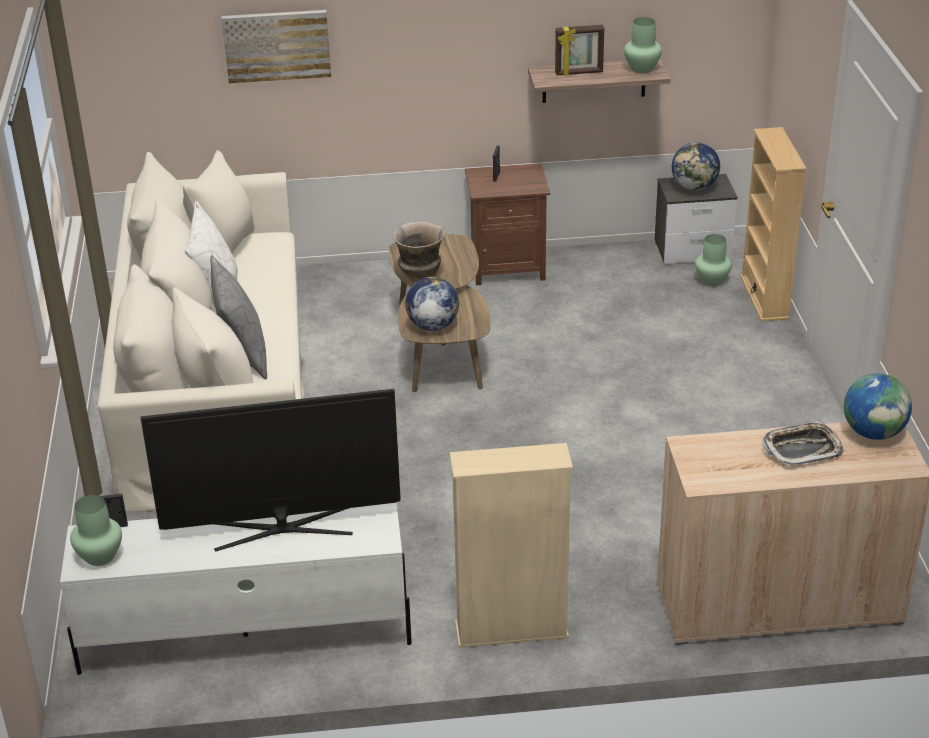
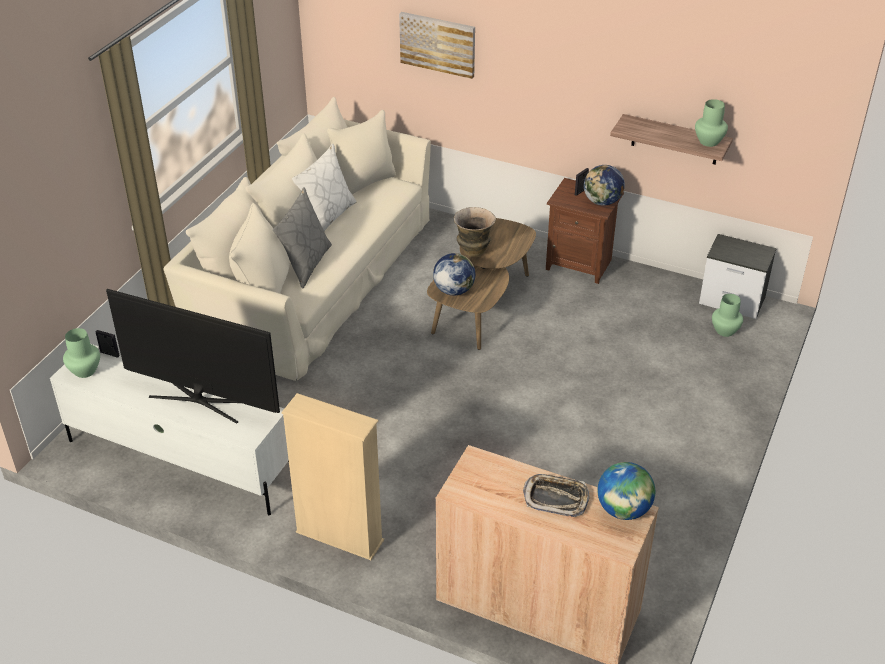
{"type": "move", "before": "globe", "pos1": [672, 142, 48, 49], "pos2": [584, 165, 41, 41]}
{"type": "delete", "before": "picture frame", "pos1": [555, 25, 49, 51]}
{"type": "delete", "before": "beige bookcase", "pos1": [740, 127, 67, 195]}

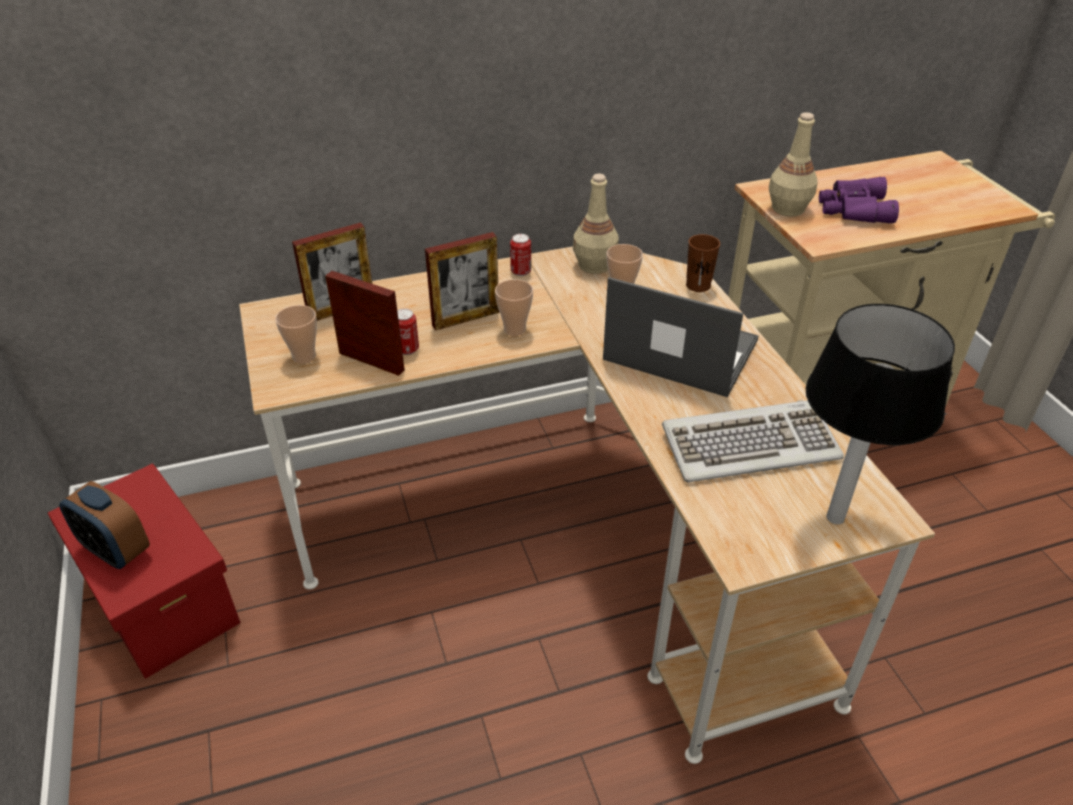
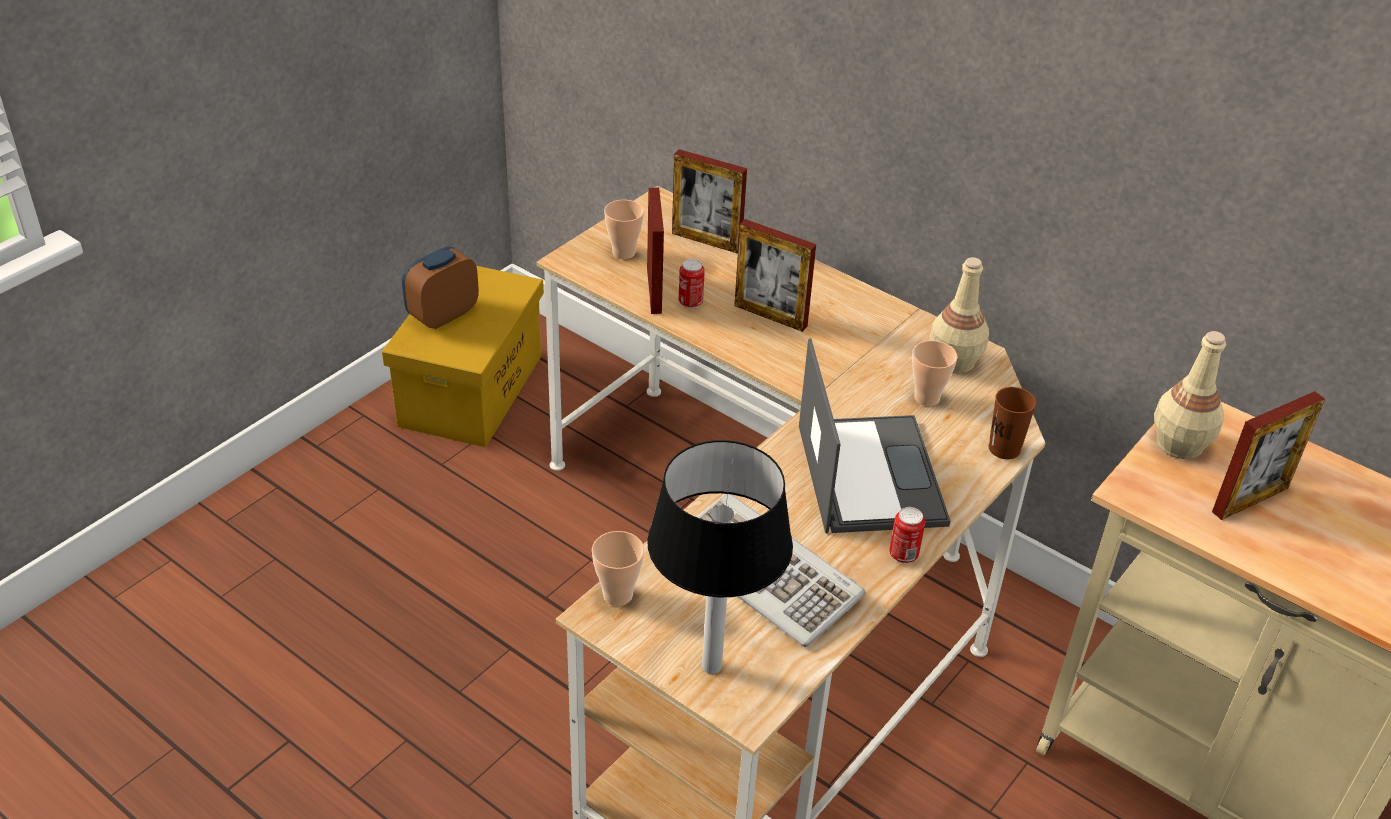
{"type": "recolor", "before": "red storage box", "after": "yellow storage box", "pos1": [48, 464, 193, 215], "pos2": [382, 266, 162, 181]}
{"type": "rotate", "before": "alarm clock", "pos1": [59, 481, 91, 88], "pos2": [402, 246, 77, 83], "turn": 45}
{"type": "move", "before": "cup", "pos1": [495, 279, 38, 57], "pos2": [592, 531, 52, 75]}
{"type": "move", "before": "can", "pos1": [510, 234, 21, 42], "pos2": [889, 507, 36, 56]}
{"type": "replace", "before": "purple binoculars", "after": "picture frame", "pos1": [819, 177, 80, 46], "pos2": [1212, 391, 113, 129]}

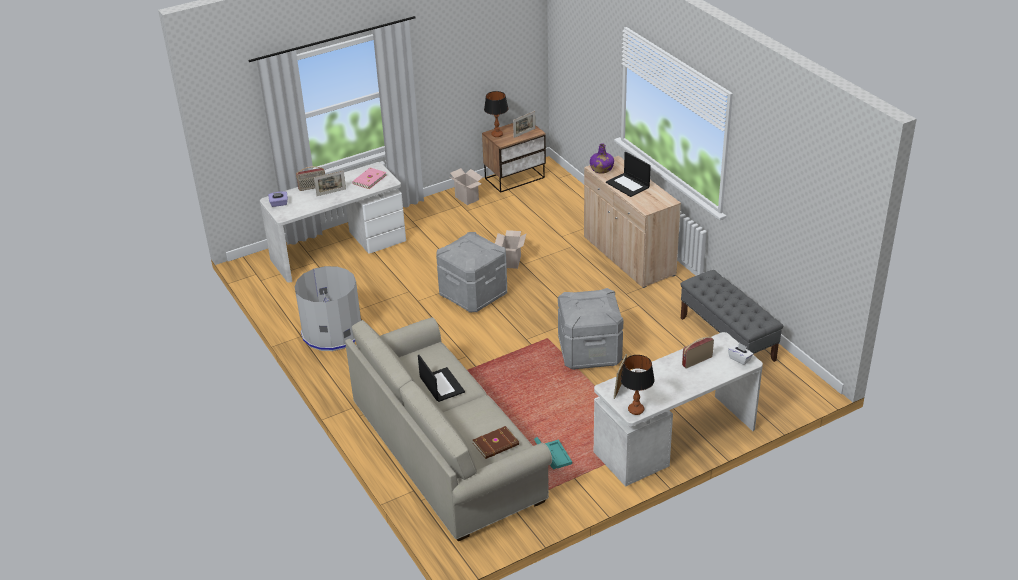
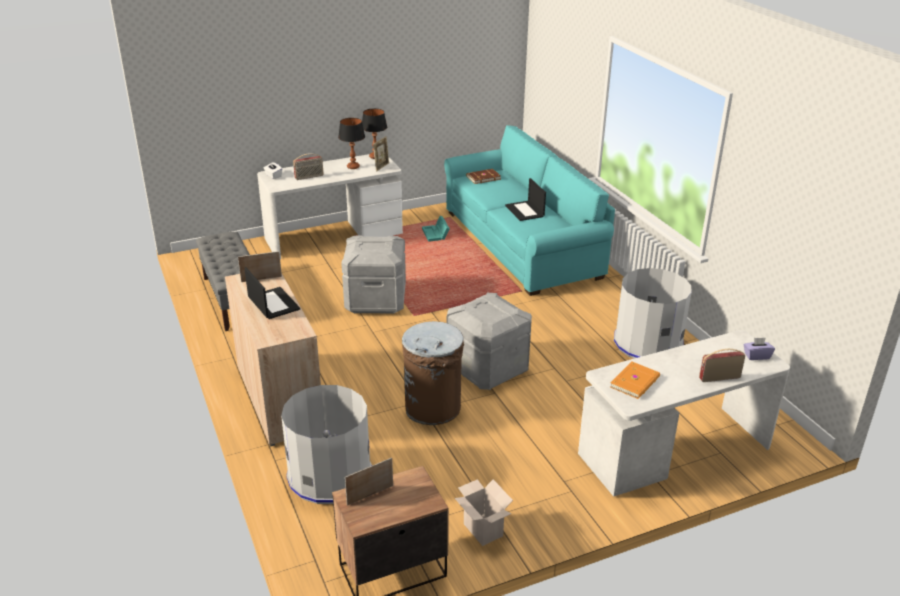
{"type": "move", "before": "picture frame", "pos1": [314, 170, 32, 26], "pos2": [238, 251, 44, 31]}
{"type": "insert", "after": "grey trash can", "pos2": [281, 385, 91, 119]}
{"type": "move", "before": "table lamp", "pos1": [484, 91, 24, 46], "pos2": [338, 118, 27, 51]}
{"type": "replace", "before": "cardboard box", "after": "brown trash can", "pos1": [495, 230, 32, 39], "pos2": [402, 321, 62, 104]}
{"type": "recolor", "before": "beige sofa", "after": "turquoise sofa", "pos1": [345, 317, 207, 224], "pos2": [444, 125, 171, 171]}
{"type": "recolor", "before": "pink book", "after": "orange book", "pos1": [352, 167, 35, 22], "pos2": [610, 362, 50, 37]}
{"type": "delete", "before": "purple bottle", "pos1": [590, 144, 24, 30]}

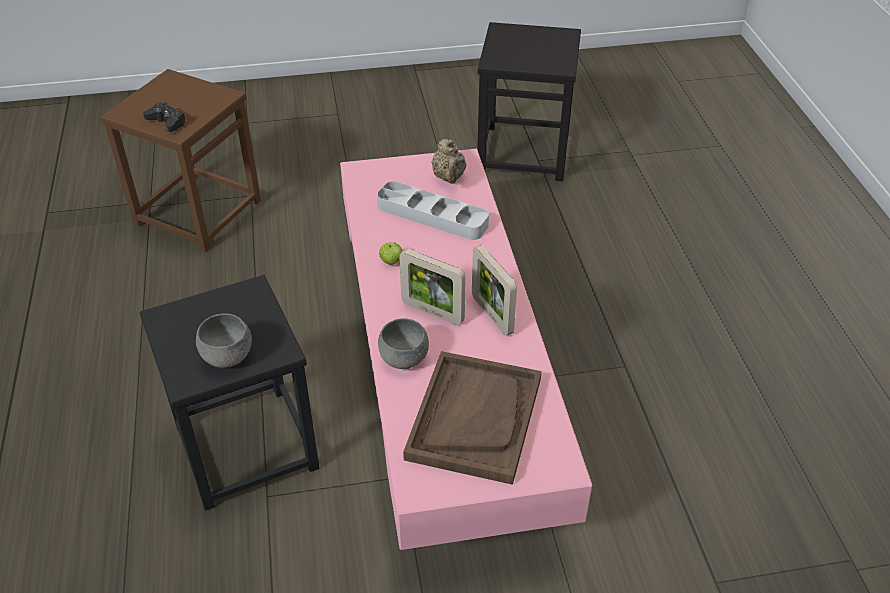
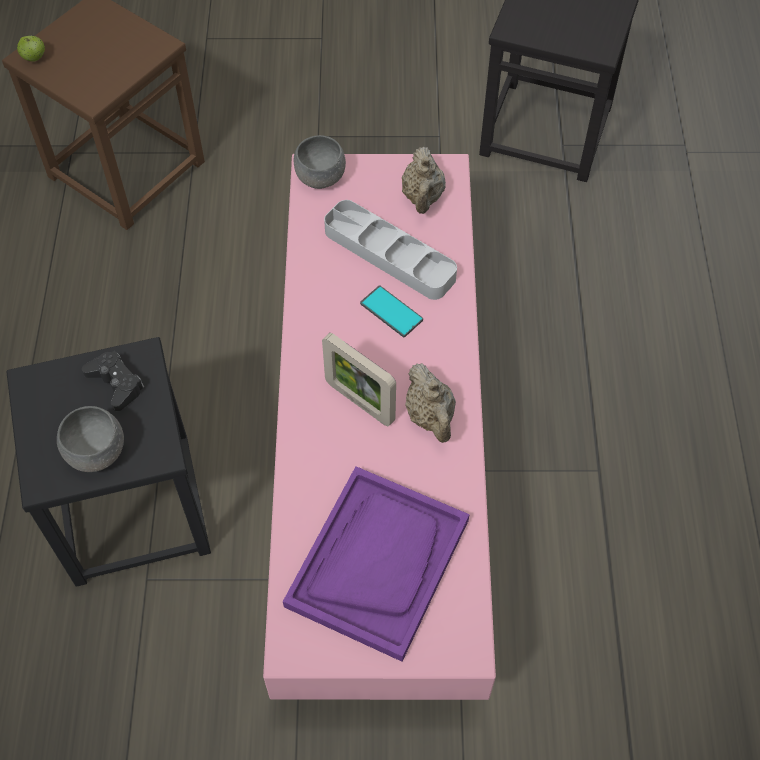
{"type": "move", "before": "apple", "pos1": [379, 242, 24, 23], "pos2": [17, 35, 28, 27]}
{"type": "move", "before": "black game controller", "pos1": [143, 102, 43, 30], "pos2": [82, 351, 62, 60]}
{"type": "recolor", "before": "brown tray", "after": "purple tray", "pos1": [403, 351, 139, 134], "pos2": [283, 466, 187, 196]}
{"type": "move", "before": "grey bowl", "pos1": [378, 318, 51, 51], "pos2": [294, 135, 52, 54]}
{"type": "insert", "after": "phone", "pos2": [360, 285, 63, 52]}
{"type": "replace", "before": "picture frame", "after": "beige teapot", "pos1": [472, 245, 45, 91], "pos2": [405, 363, 51, 80]}

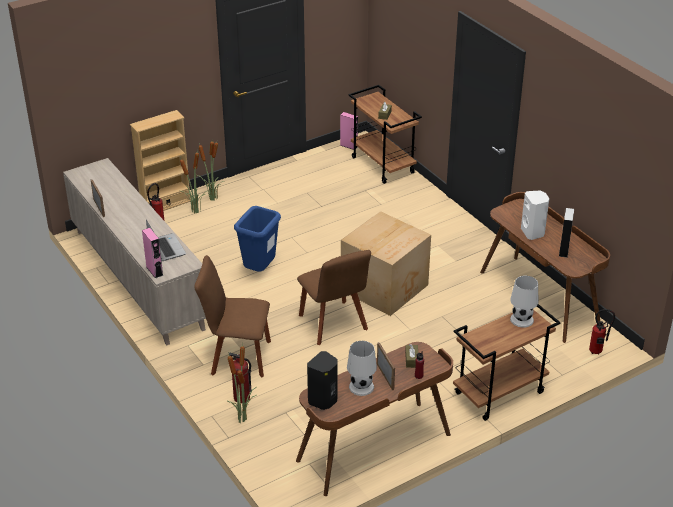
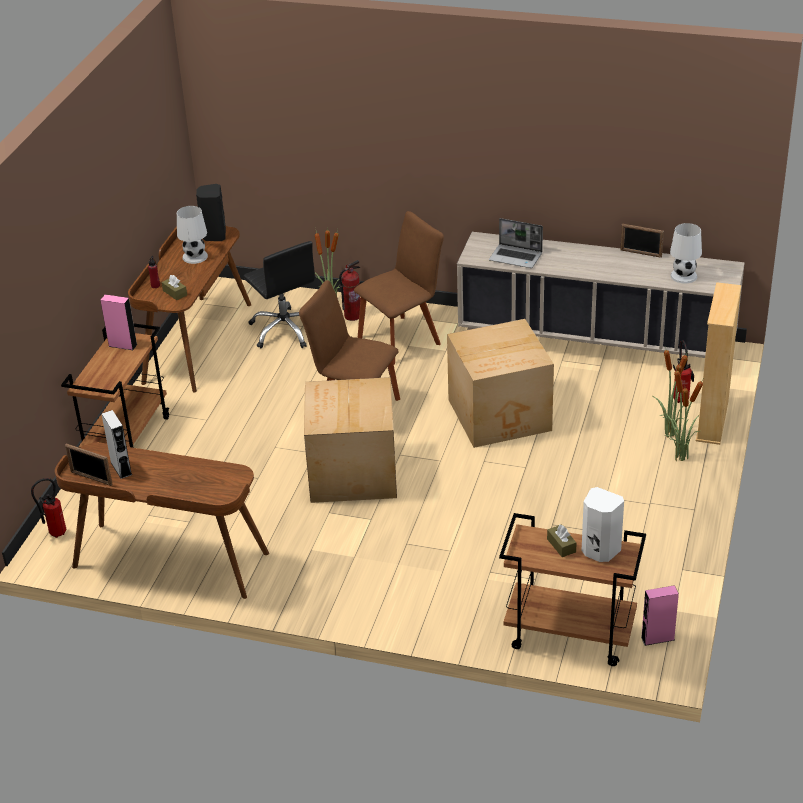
{"type": "move", "before": "picture frame", "pos1": [377, 342, 18, 48], "pos2": [65, 443, 48, 43]}
{"type": "move", "before": "pink speaker", "pos1": [142, 228, 21, 50], "pos2": [100, 295, 37, 55]}
{"type": "insert", "after": "black office chair", "pos2": [243, 241, 72, 107]}
{"type": "replace", "before": "blue trash can", "after": "cardboard box", "pos1": [234, 206, 47, 65], "pos2": [447, 319, 107, 129]}
{"type": "move", "before": "white speaker", "pos1": [521, 190, 28, 50], "pos2": [582, 487, 42, 75]}
{"type": "move", "before": "white table lamp", "pos1": [510, 276, 28, 52], "pos2": [670, 223, 32, 60]}

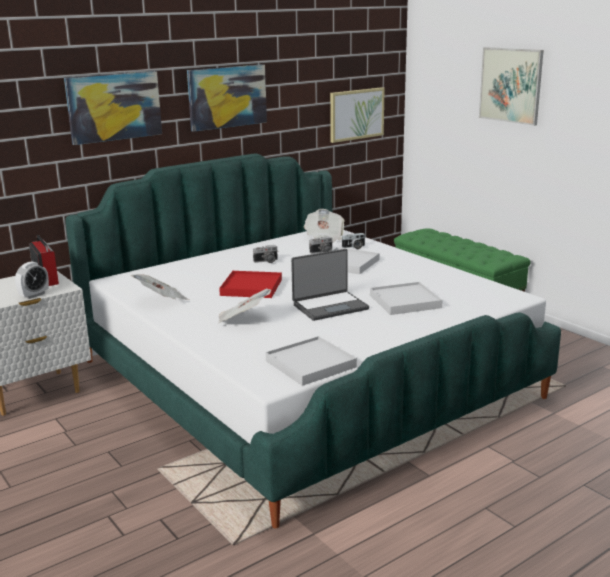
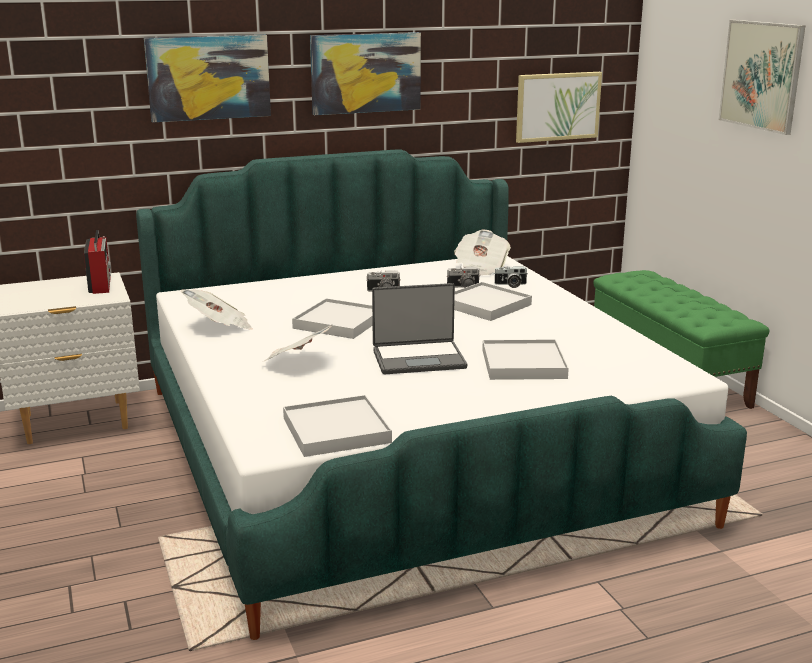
{"type": "recolor", "before": "red tray", "after": "white tray", "pos1": [219, 271, 63, 27], "pos2": [292, 298, 81, 41]}
{"type": "delete", "before": "alarm clock", "pos1": [15, 261, 34, 38]}

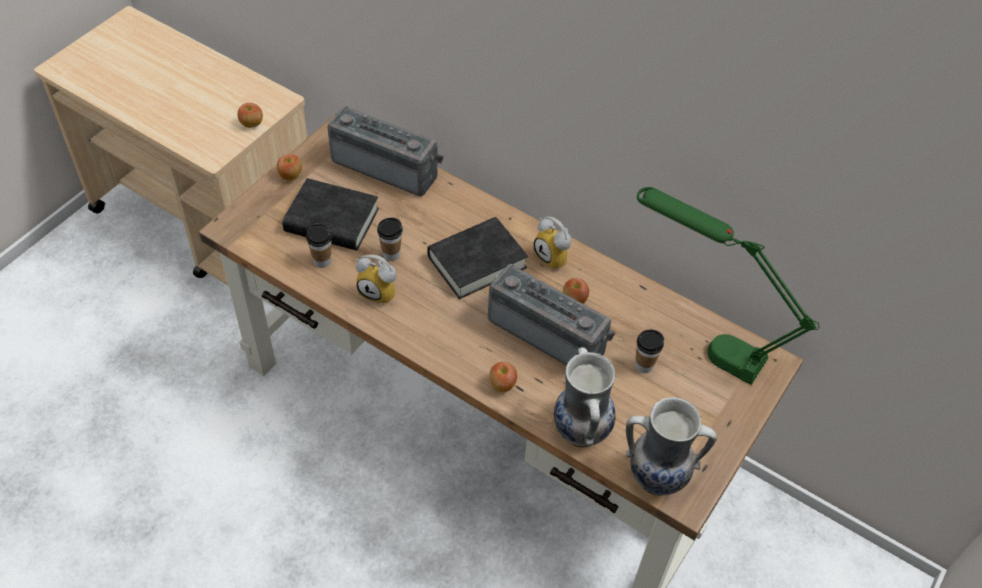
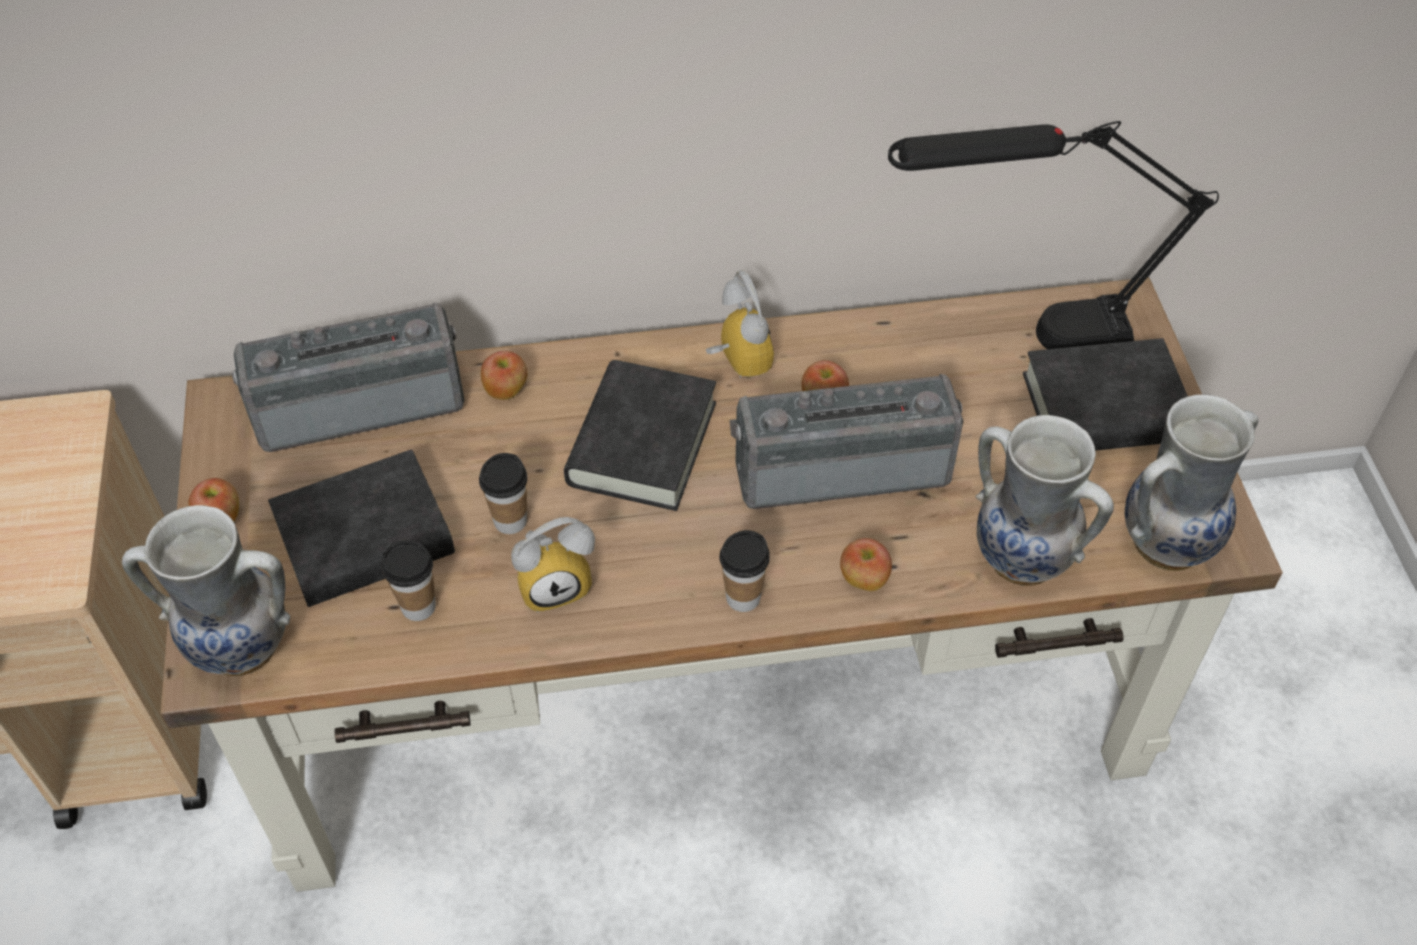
{"type": "insert", "after": "vase", "pos2": [122, 505, 168, 171]}
{"type": "move", "before": "apple", "pos1": [237, 103, 26, 25], "pos2": [481, 351, 47, 49]}
{"type": "rotate", "before": "alarm clock", "pos1": [533, 217, 38, 53], "pos2": [706, 270, 68, 108], "turn": -120}
{"type": "move", "before": "cup", "pos1": [635, 330, 29, 43], "pos2": [720, 530, 50, 82]}
{"type": "recolor", "before": "green table lamp", "after": "black table lamp", "pos1": [637, 187, 183, 198], "pos2": [888, 121, 331, 228]}
{"type": "insert", "after": "black book", "pos2": [1023, 338, 165, 113]}

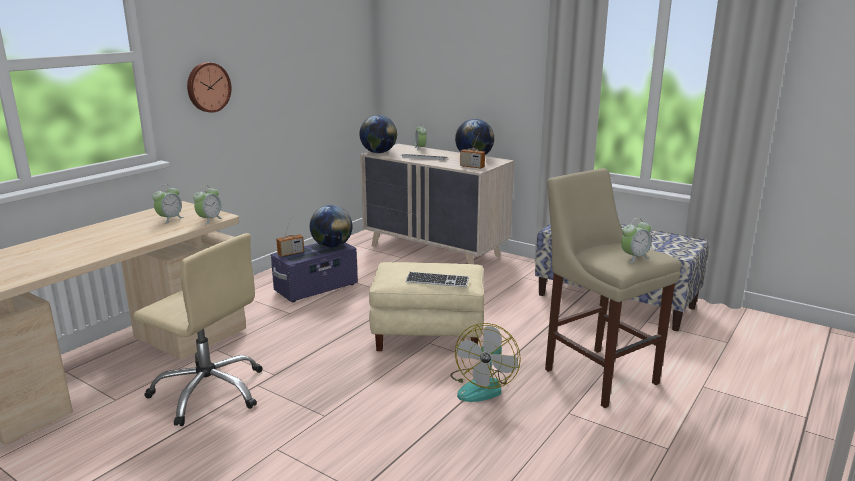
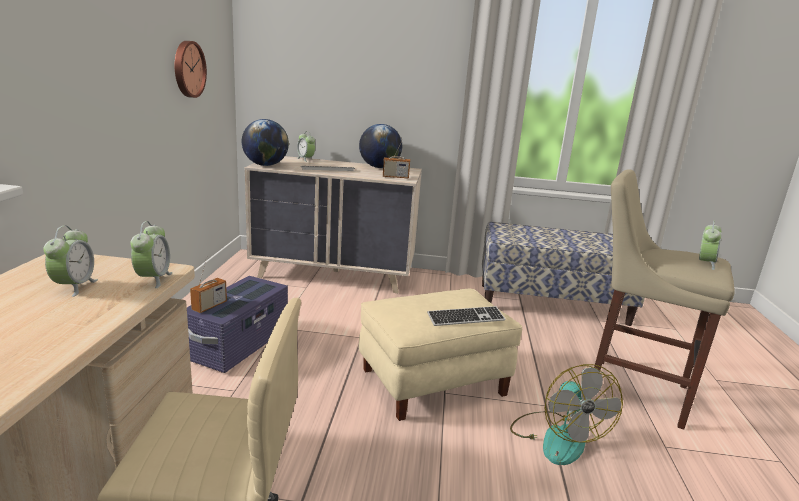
{"type": "move", "before": "wall clock", "pos1": [187, 62, 44, 50], "pos2": [175, 41, 32, 57]}
{"type": "delete", "before": "globe", "pos1": [310, 205, 42, 43]}

